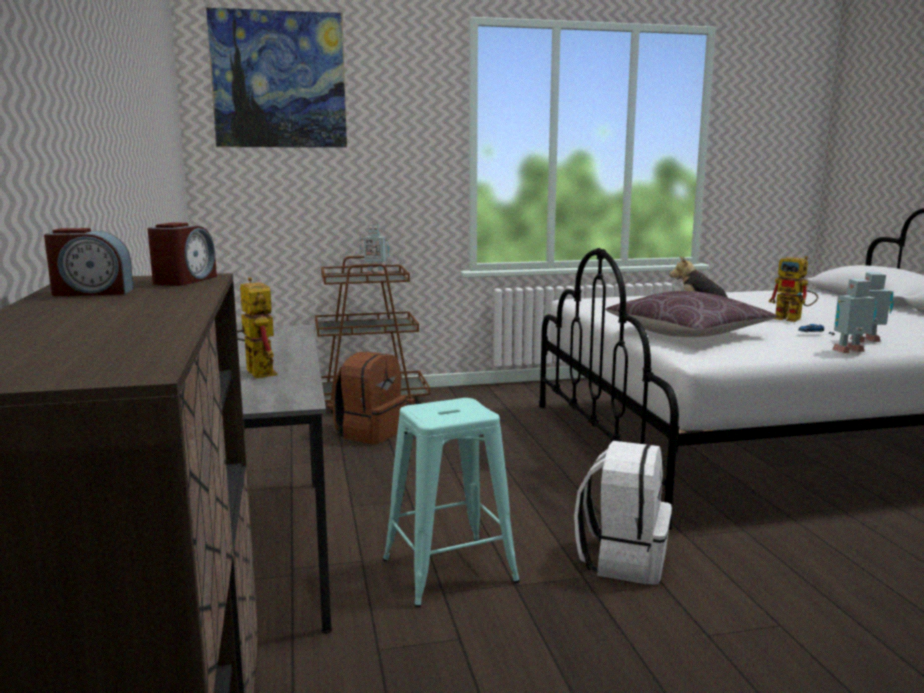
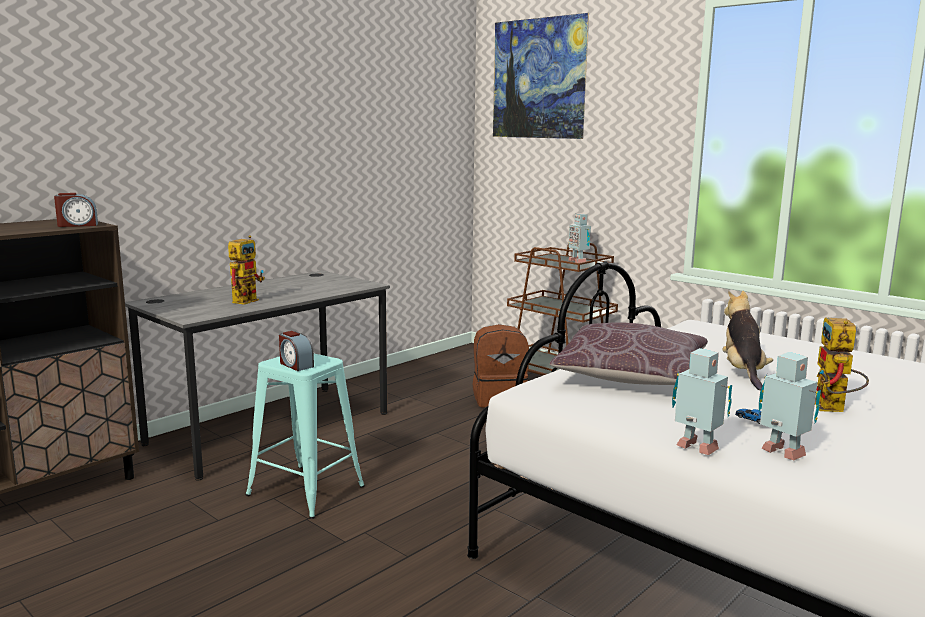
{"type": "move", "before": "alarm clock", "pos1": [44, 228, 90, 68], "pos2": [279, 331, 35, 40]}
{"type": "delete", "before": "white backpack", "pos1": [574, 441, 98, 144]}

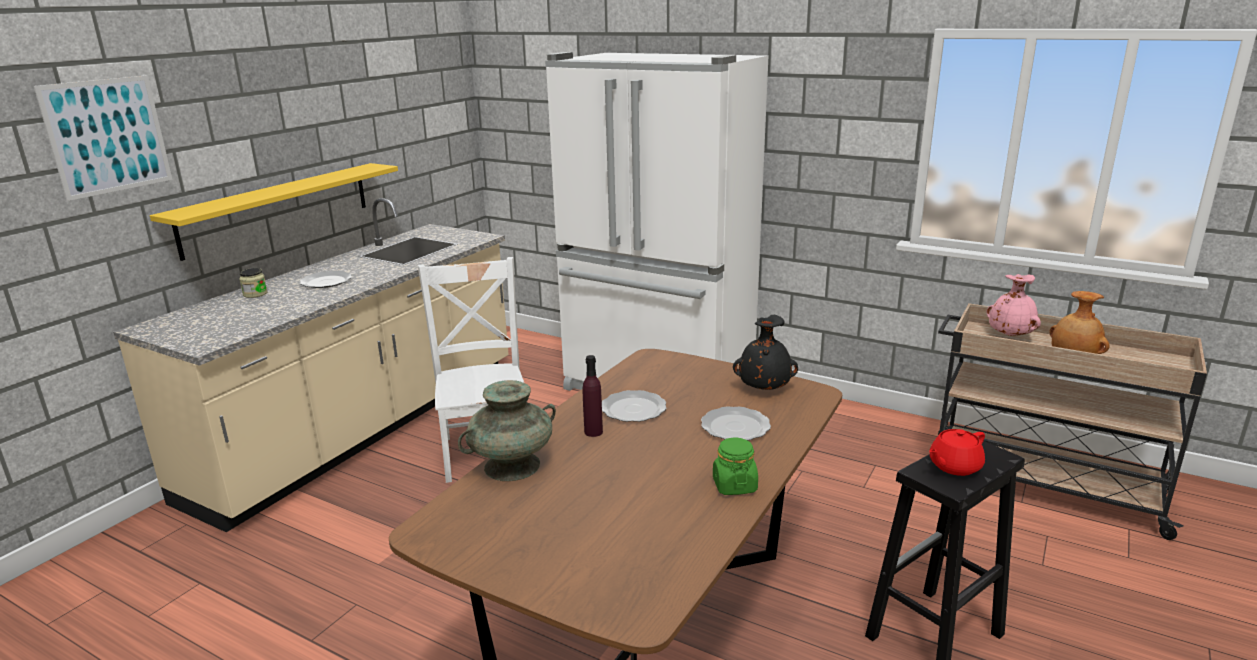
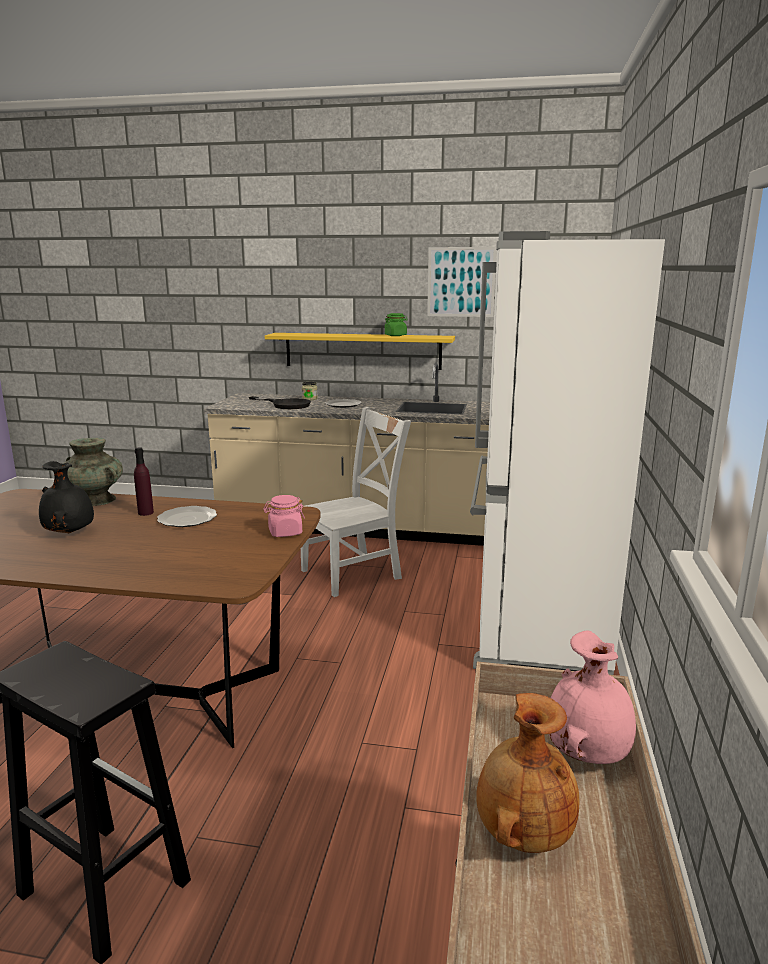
{"type": "move", "before": "black vase", "pos1": [733, 315, 65, 75], "pos2": [39, 461, 55, 72]}
{"type": "insert", "after": "black frying pan", "pos2": [249, 396, 62, 13]}
{"type": "insert", "after": "pink jar", "pos2": [263, 495, 42, 42]}
{"type": "move", "before": "green jar", "pos1": [713, 437, 45, 58], "pos2": [384, 313, 24, 23]}
{"type": "move", "before": "picture", "pos1": [34, 75, 139, 126], "pos2": [427, 247, 70, 70]}
{"type": "delete", "before": "plate", "pos1": [701, 406, 70, 34]}
{"type": "delete", "before": "red teapot", "pos1": [929, 429, 56, 47]}

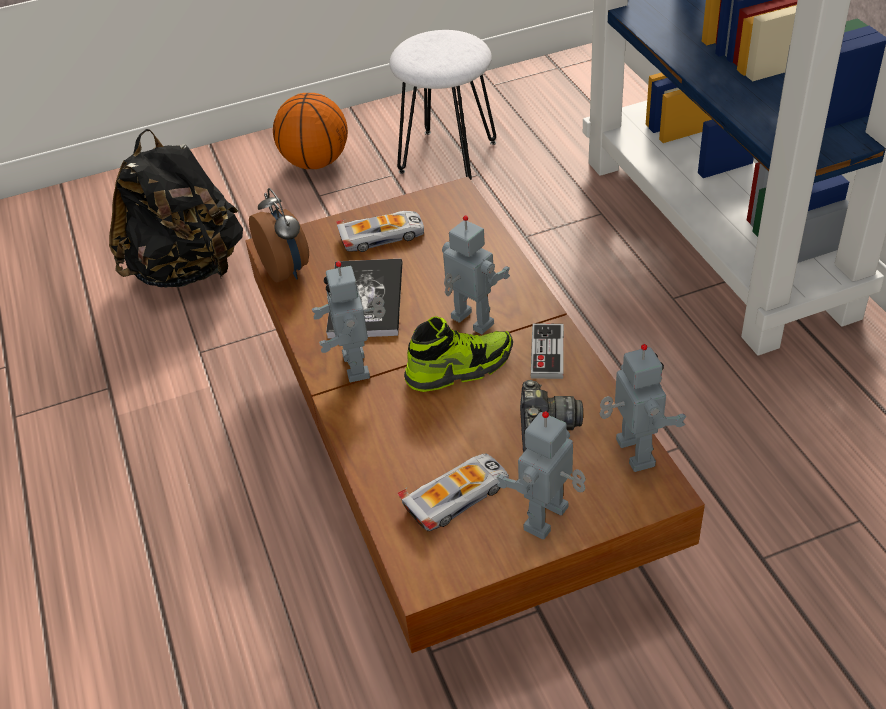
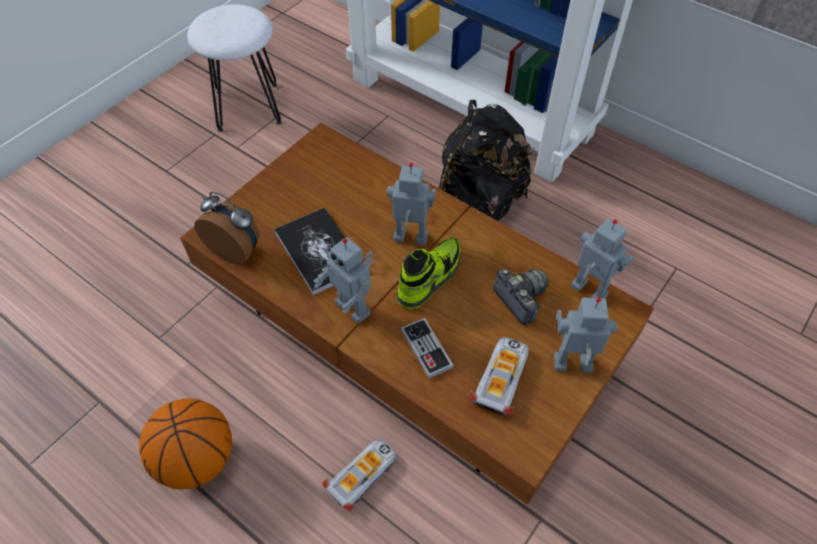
{"type": "move", "before": "basketball", "pos1": [273, 93, 75, 76], "pos2": [139, 398, 93, 92]}
{"type": "move", "before": "toy car", "pos1": [336, 211, 88, 41], "pos2": [322, 439, 75, 72]}
{"type": "move", "before": "game controller", "pos1": [531, 324, 33, 55], "pos2": [401, 318, 53, 61]}
{"type": "move", "before": "black backpack", "pos1": [109, 129, 134, 159], "pos2": [438, 100, 96, 121]}
{"type": "rotate", "before": "toy robot", "pos1": [497, 411, 89, 128], "pos2": [554, 297, 63, 76], "turn": 90}

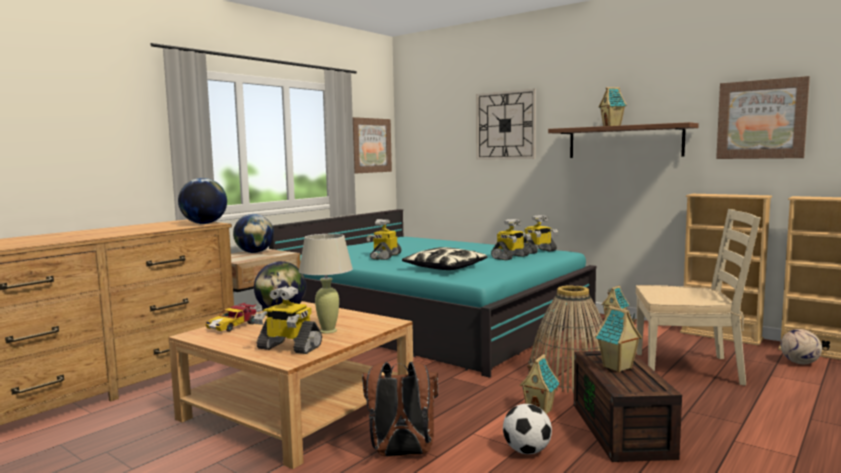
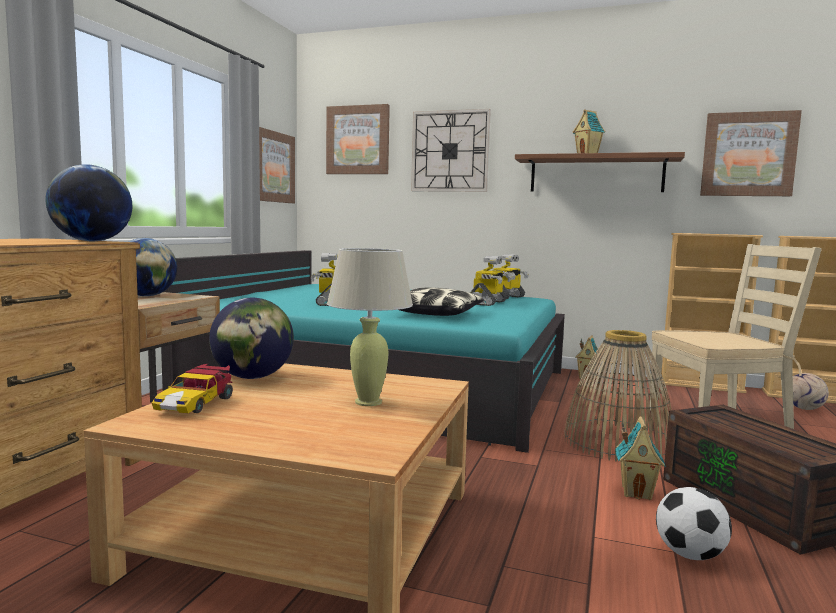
{"type": "insert", "after": "picture", "pos2": [326, 104, 64, 70]}
{"type": "delete", "before": "toy robot", "pos1": [254, 286, 68, 68]}
{"type": "delete", "before": "brown backpack", "pos1": [362, 361, 76, 96]}
{"type": "delete", "before": "toy house", "pos1": [595, 306, 47, 66]}

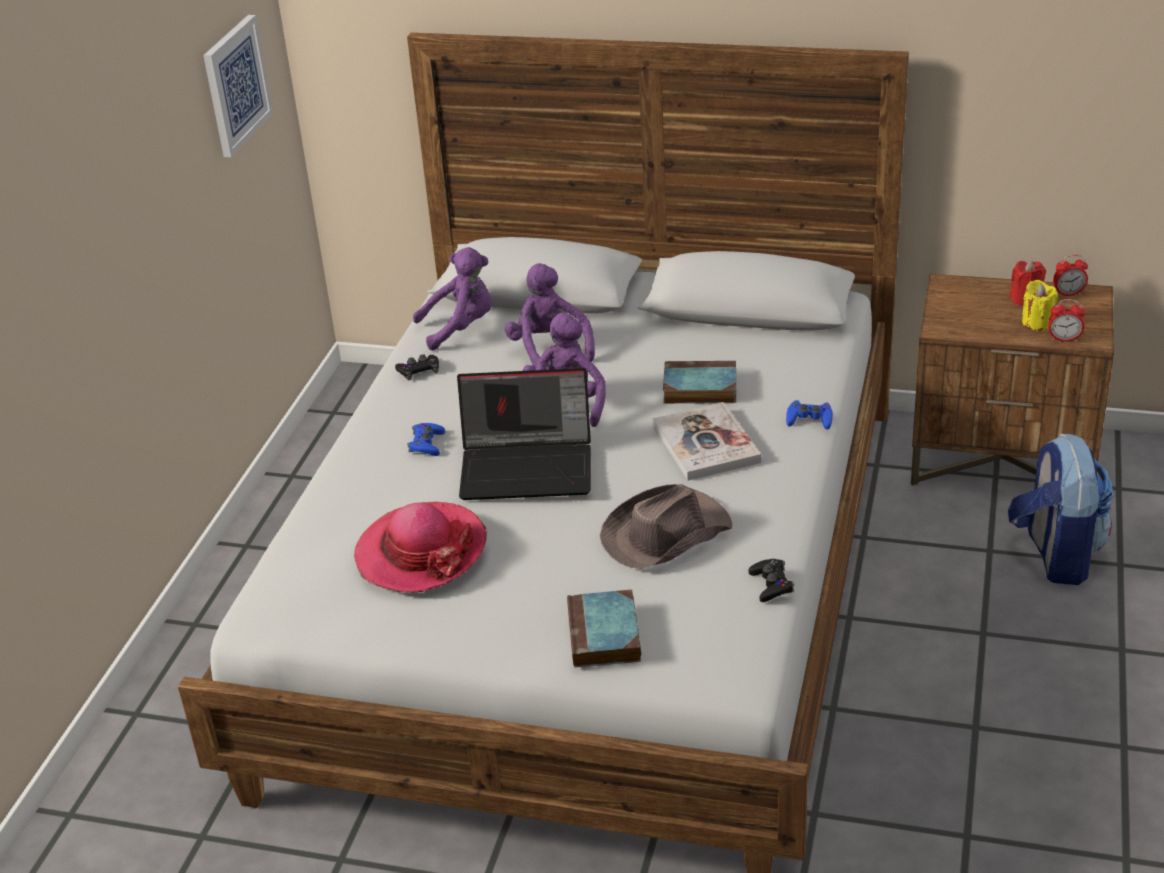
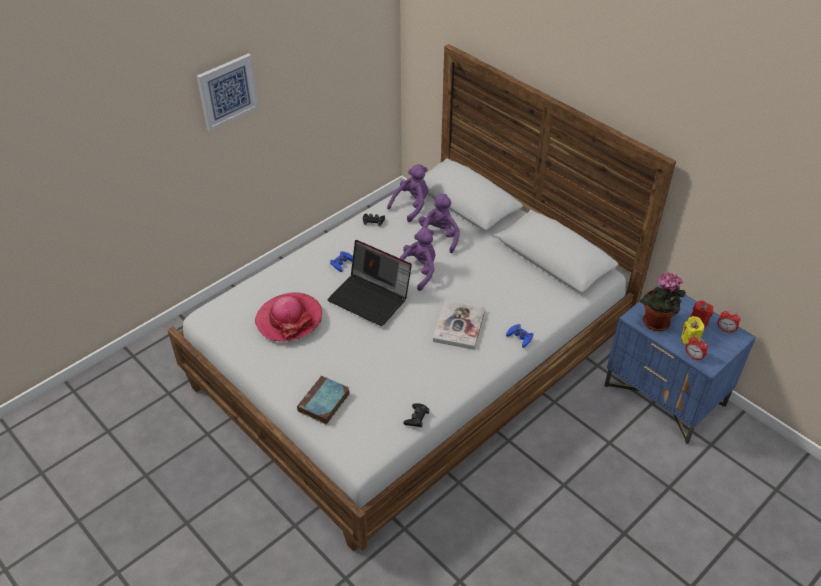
{"type": "move", "before": "picture", "pos1": [203, 15, 70, 142], "pos2": [197, 53, 62, 78]}
{"type": "rotate", "before": "purple plush toy", "pos1": [413, 247, 79, 104], "pos2": [387, 164, 41, 58], "turn": -60}
{"type": "recolor", "before": "brown nightstand", "after": "blue nightstand", "pos1": [911, 274, 203, 212], "pos2": [604, 284, 152, 160]}
{"type": "insert", "after": "potted plant", "pos2": [639, 272, 47, 59]}
{"type": "delete", "before": "brown hat", "pos1": [600, 484, 132, 85]}
{"type": "delete", "before": "book", "pos1": [663, 361, 73, 43]}
{"type": "delete", "before": "backpack", "pos1": [1008, 433, 105, 152]}

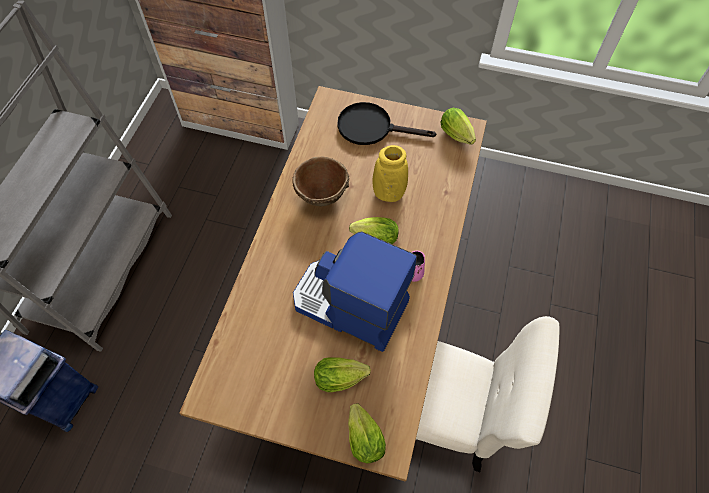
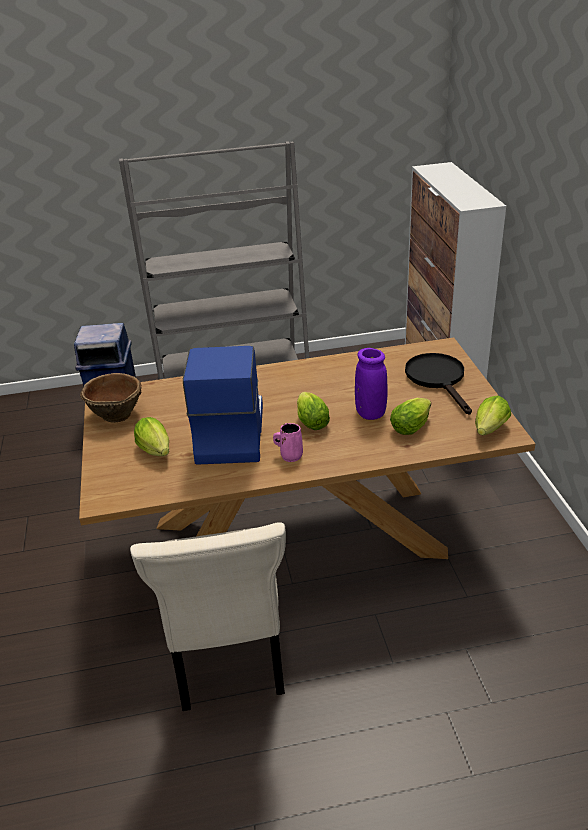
{"type": "move", "before": "brown bowl", "pos1": [292, 157, 58, 49], "pos2": [80, 373, 62, 50]}
{"type": "recolor", "before": "yellow vase", "after": "purple vase", "pos1": [372, 145, 36, 57], "pos2": [355, 348, 32, 72]}
{"type": "move", "before": "lettuce", "pos1": [348, 403, 38, 60], "pos2": [390, 398, 41, 37]}

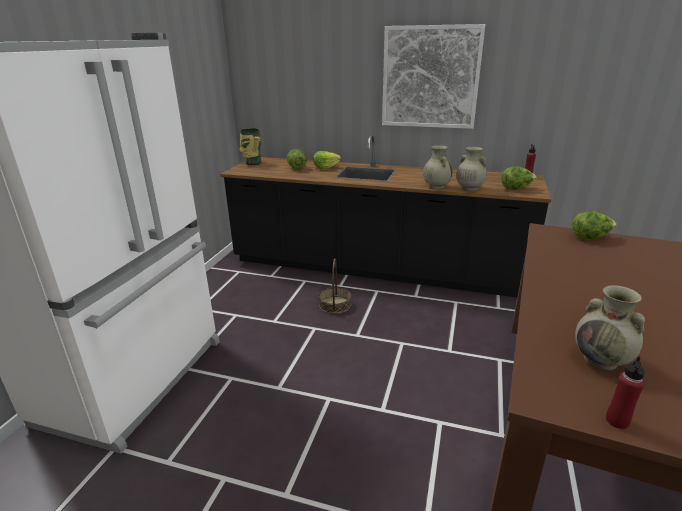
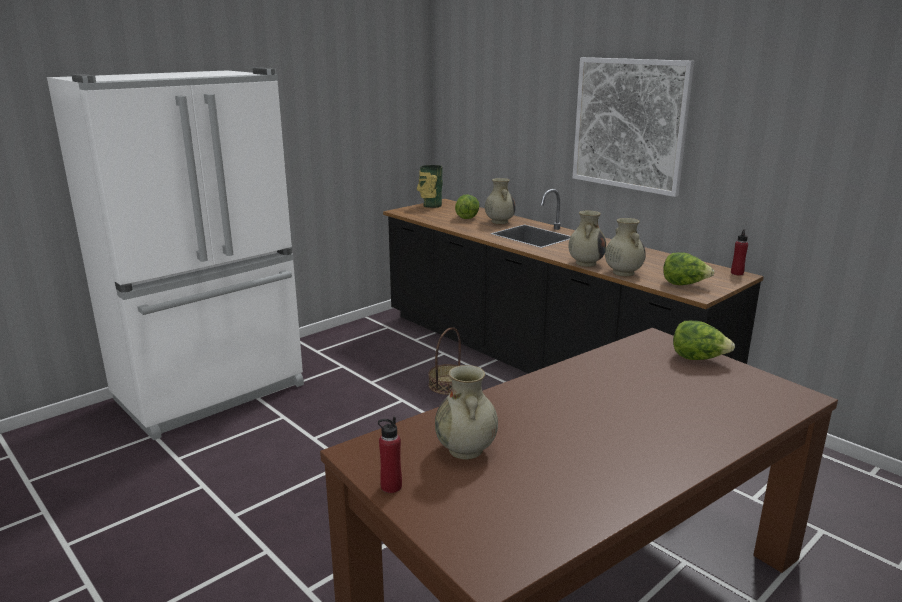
{"type": "replace", "before": "lettuce", "after": "beige vase", "pos1": [313, 151, 28, 18], "pos2": [485, 178, 31, 46]}

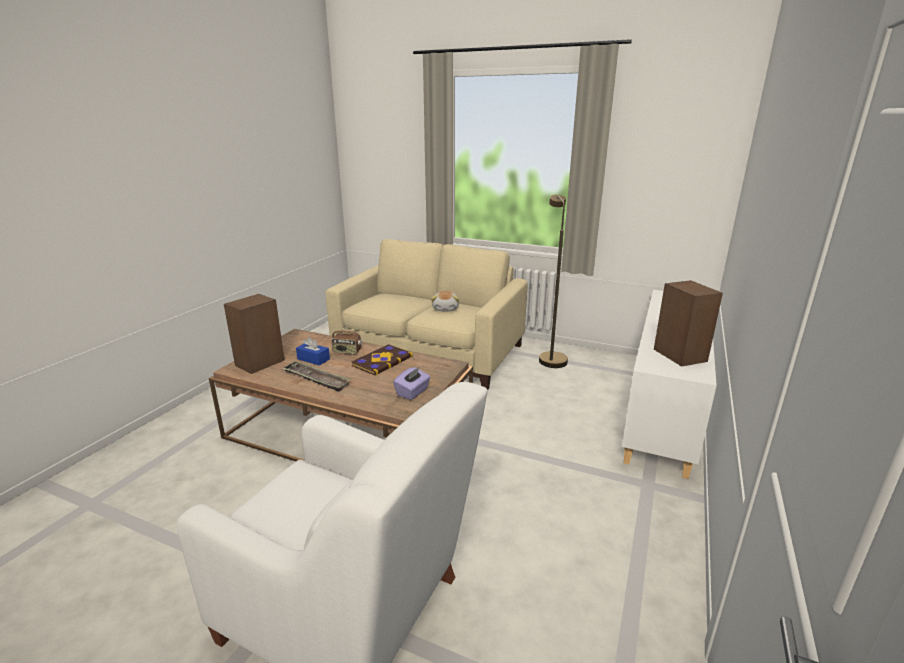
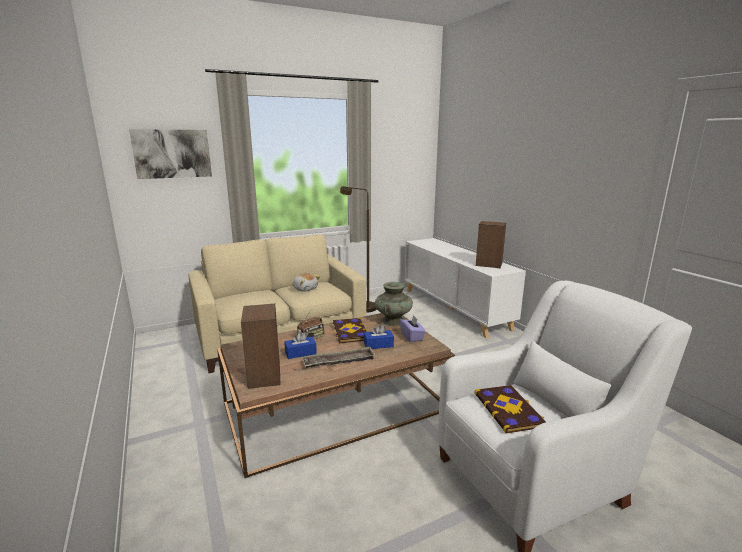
{"type": "insert", "after": "picture", "pos2": [129, 129, 83, 50]}
{"type": "insert", "after": "blue tissue box", "pos2": [364, 324, 30, 25]}
{"type": "insert", "after": "turquoise vase", "pos2": [375, 282, 38, 44]}
{"type": "insert", "after": "book", "pos2": [474, 385, 72, 49]}

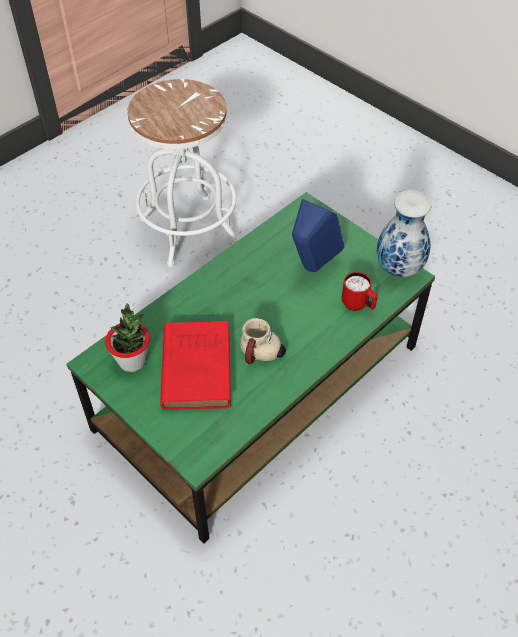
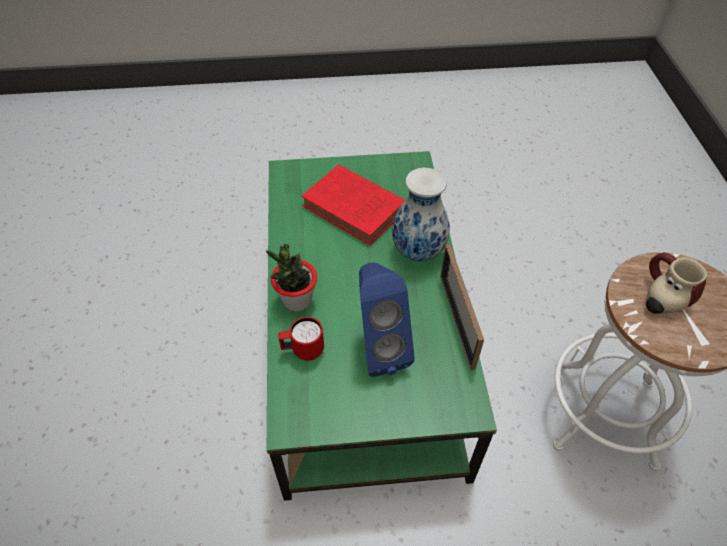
{"type": "move", "before": "potted plant", "pos1": [105, 303, 45, 69], "pos2": [266, 244, 51, 68]}
{"type": "move", "before": "vase", "pos1": [377, 190, 54, 87], "pos2": [392, 168, 58, 93]}
{"type": "insert", "after": "picture frame", "pos2": [440, 244, 44, 126]}
{"type": "move", "before": "mug", "pos1": [240, 318, 46, 46], "pos2": [646, 253, 61, 61]}

